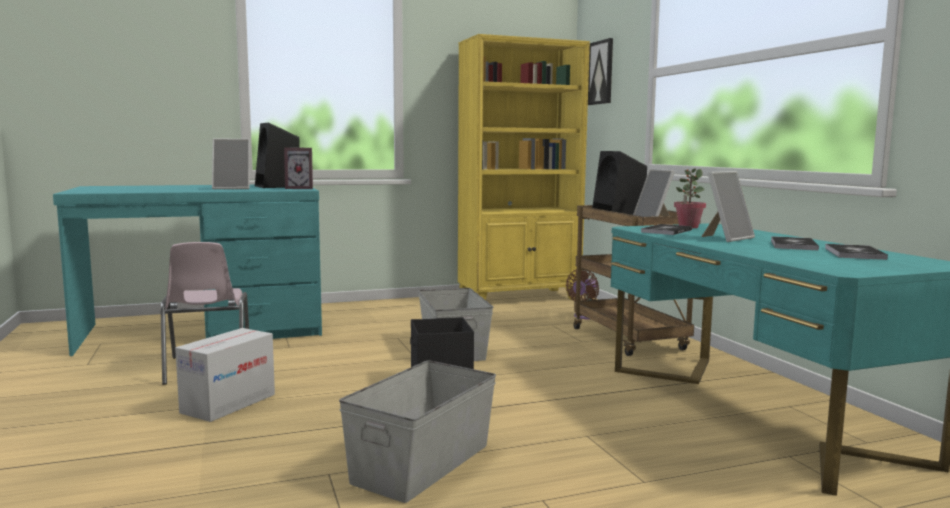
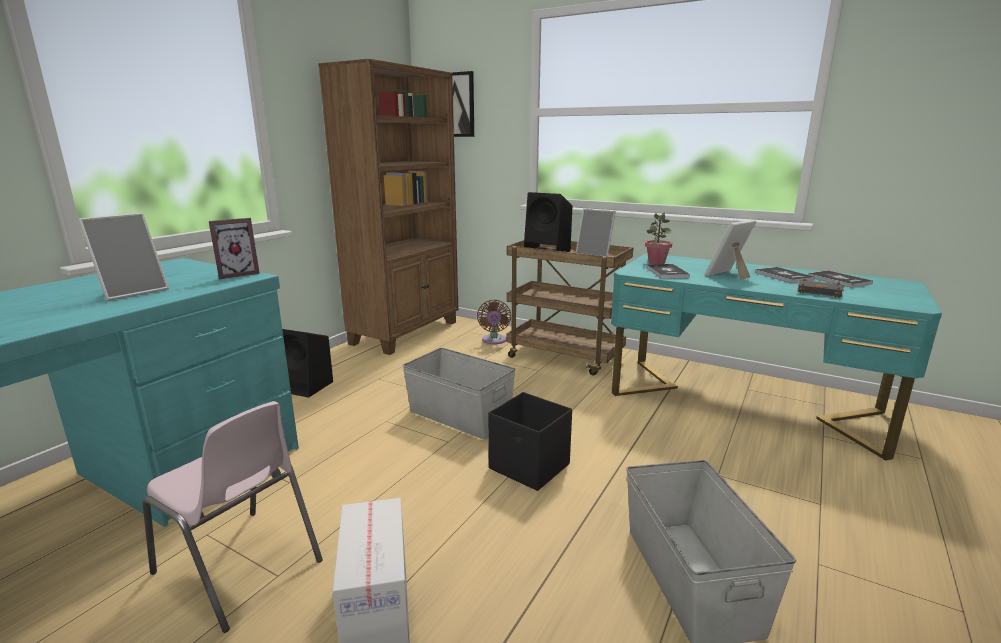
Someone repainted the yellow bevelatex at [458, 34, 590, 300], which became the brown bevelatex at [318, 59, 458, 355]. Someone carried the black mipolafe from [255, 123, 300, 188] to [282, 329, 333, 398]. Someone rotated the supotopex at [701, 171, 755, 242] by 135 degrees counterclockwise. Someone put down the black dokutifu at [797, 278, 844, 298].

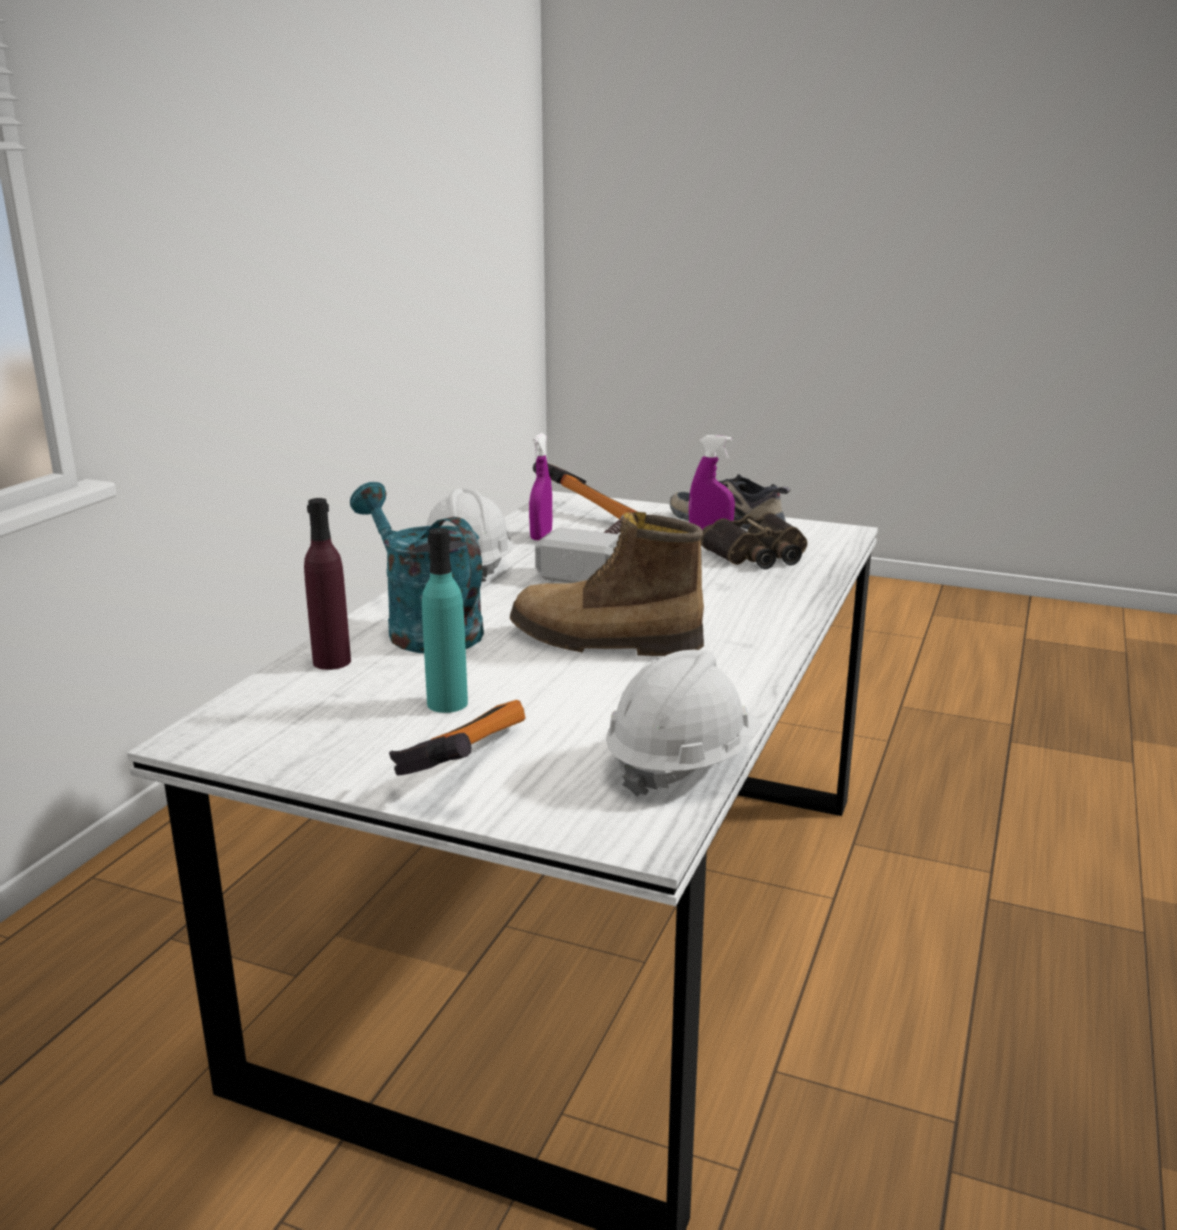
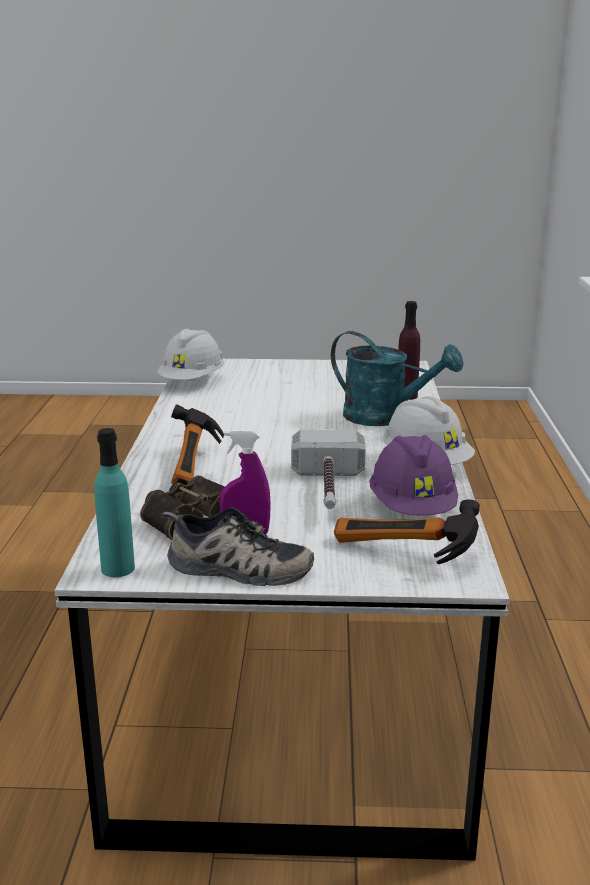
Someone swapped the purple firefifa at [529, 433, 552, 540] for the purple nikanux at [369, 435, 458, 515]. Someone took away the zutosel at [510, 512, 704, 656]. Someone carried the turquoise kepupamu from [422, 528, 468, 713] to [94, 428, 135, 577]. Someone carried the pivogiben from [389, 700, 525, 776] to [171, 404, 224, 485].

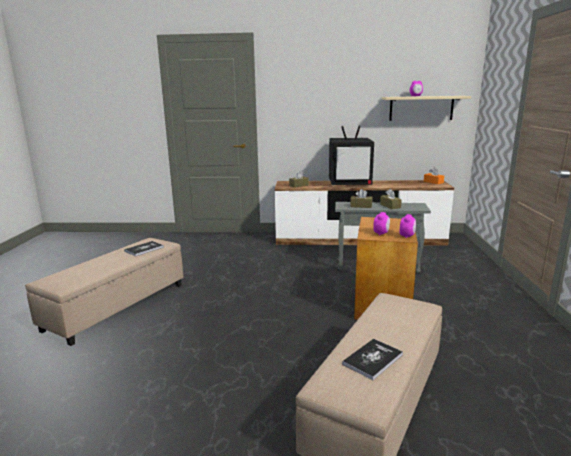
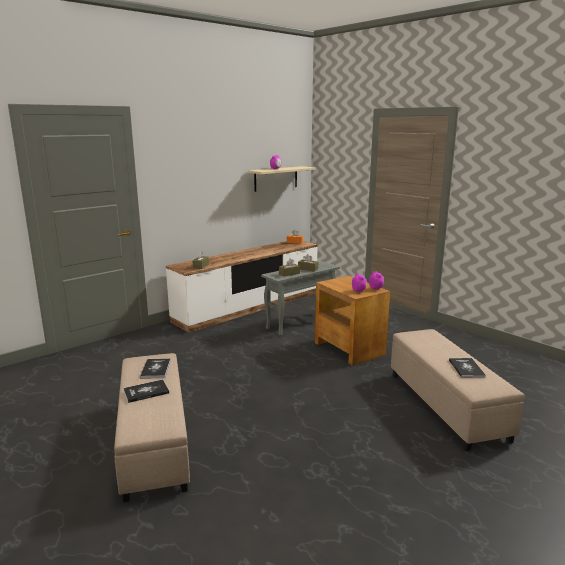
Someone took away the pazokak at [329, 126, 374, 185]. Someone put down the dokutifu at [123, 379, 169, 403].

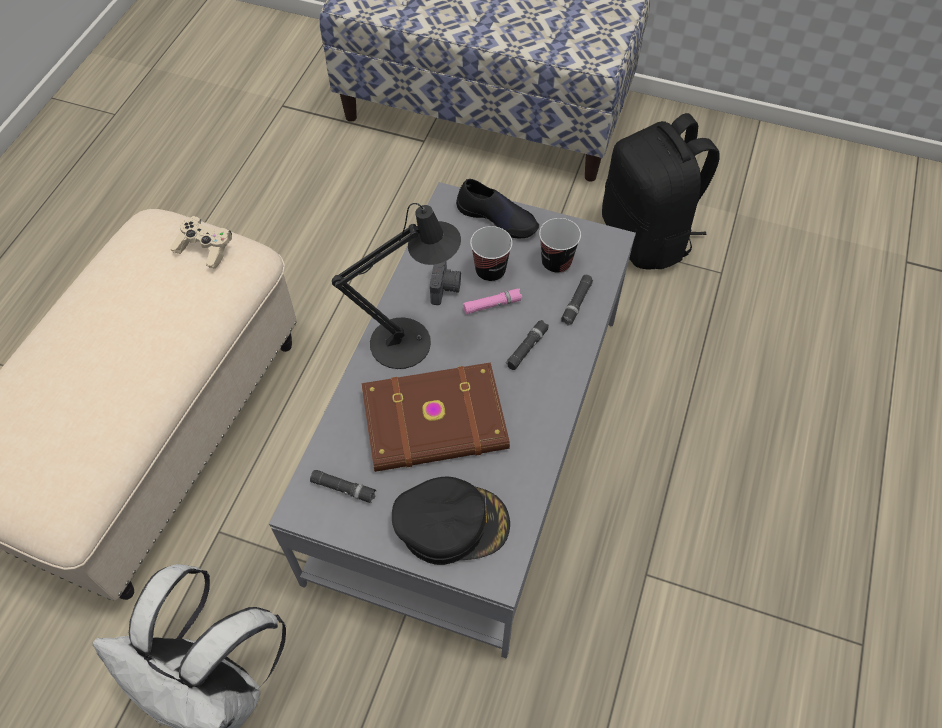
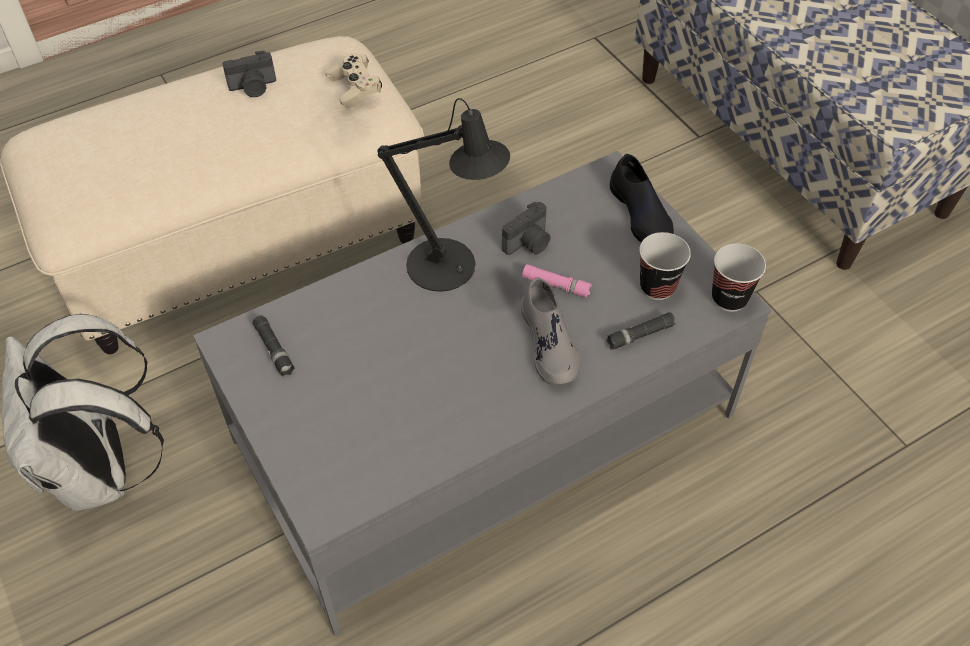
Someone took away the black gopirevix at [602, 113, 720, 269]. Someone carried the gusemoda from [470, 226, 512, 282] to [712, 243, 766, 312]. Someone swapped the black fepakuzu at [506, 320, 549, 370] for the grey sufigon at [521, 277, 580, 385]. Someone took away the brown dokutifu at [361, 362, 510, 472]. Someone took away the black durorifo at [392, 477, 510, 565]. Someone put down the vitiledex at [222, 51, 276, 97].

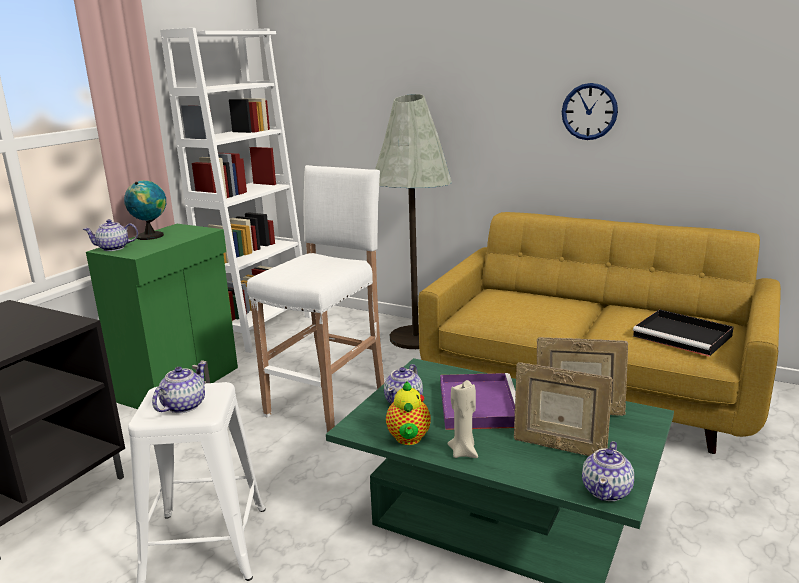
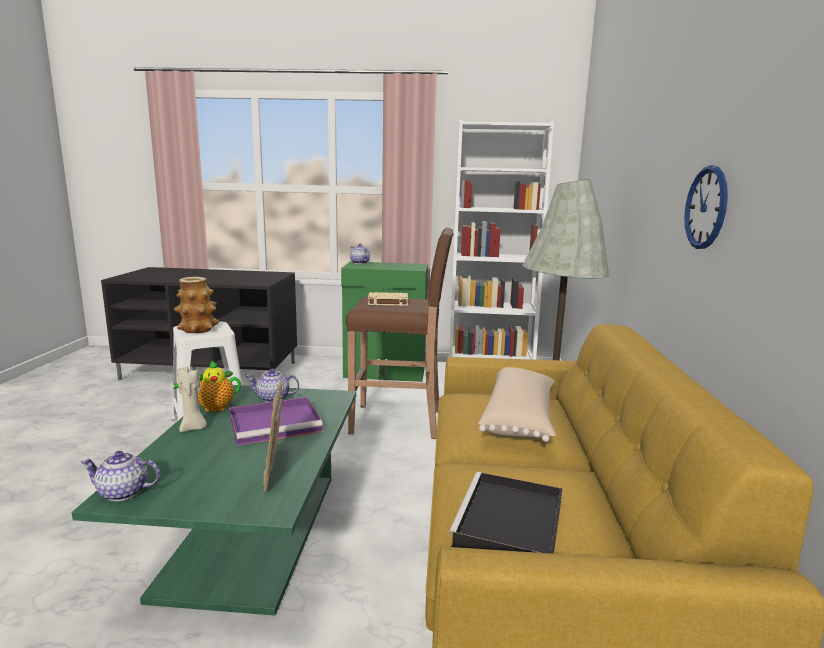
Someone repainted the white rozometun at [247, 165, 384, 433], which became the brown rozometun at [346, 228, 454, 439]. Someone took away the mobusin at [124, 180, 166, 240]. Someone swapped the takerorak at [152, 362, 206, 413] for the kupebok at [174, 277, 219, 333]. Someone took away the supotopex at [514, 362, 613, 456]. Someone put down the beige dokutifu at [368, 292, 408, 306]. Someone put down the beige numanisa at [478, 367, 556, 442].

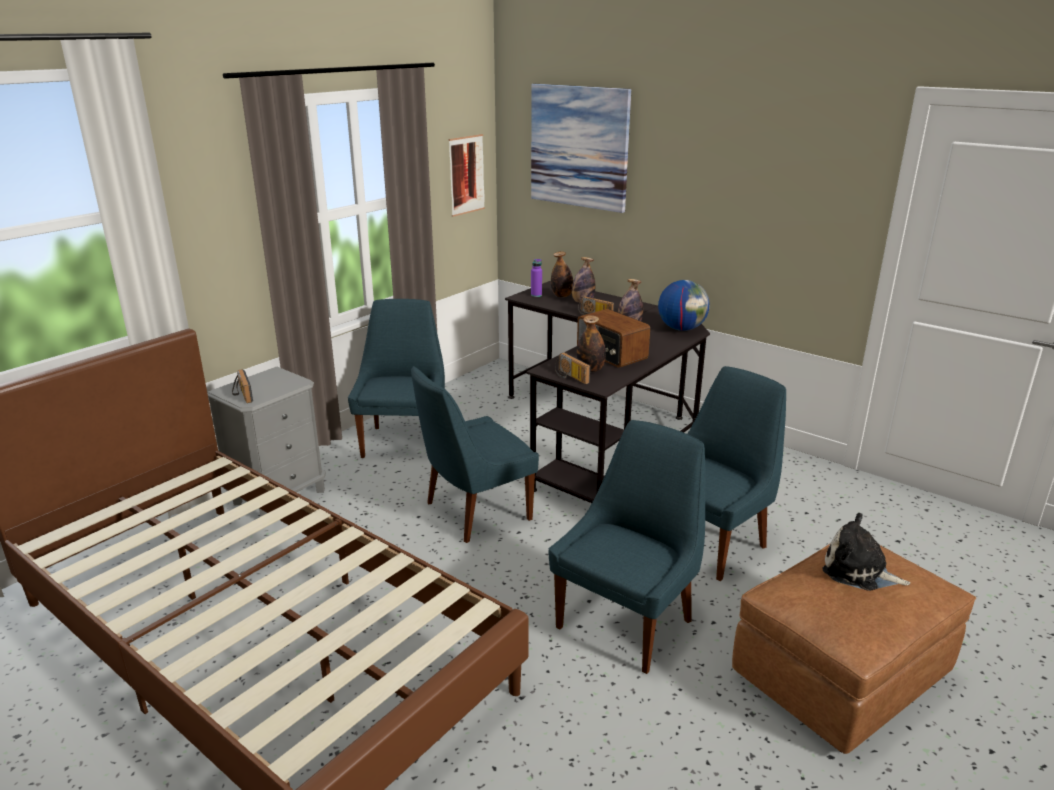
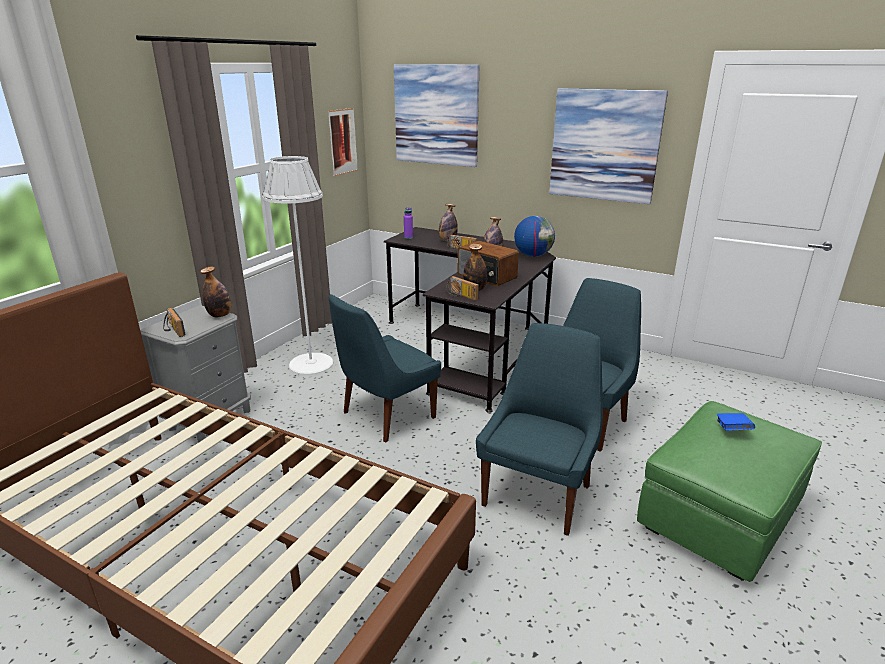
Someone carried the kepupamu from [551, 251, 573, 297] to [200, 267, 231, 317]. Someone swapped the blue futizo at [348, 299, 445, 458] for the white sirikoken at [262, 156, 334, 375]. Someone swapped the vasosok at [822, 513, 910, 591] for the blue dokutifu at [717, 413, 755, 431]. Someone repainted the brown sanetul at [732, 544, 976, 754], which became the green sanetul at [637, 401, 822, 582]. Someone put up the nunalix at [549, 88, 668, 204].

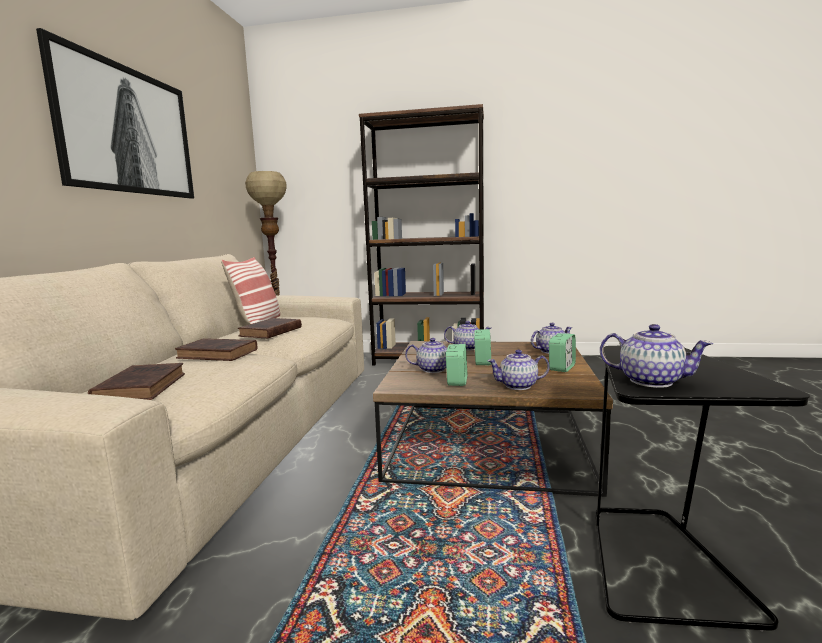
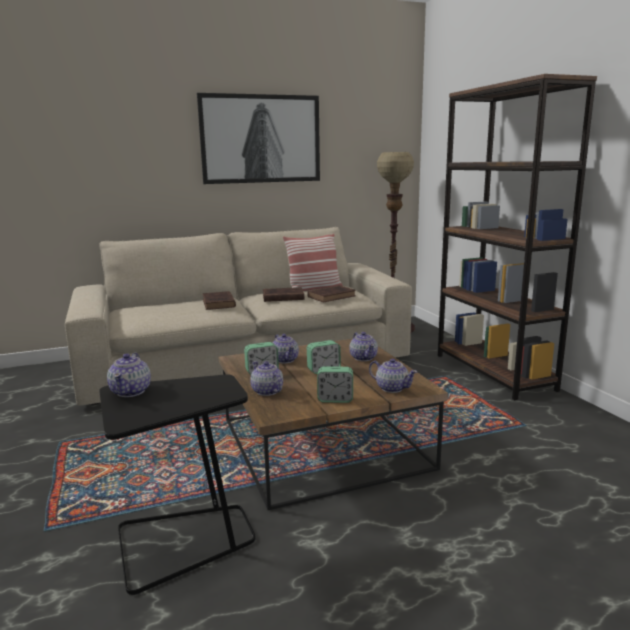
Someone carried the brown dokutifu from [88, 363, 185, 400] to [307, 285, 356, 302].

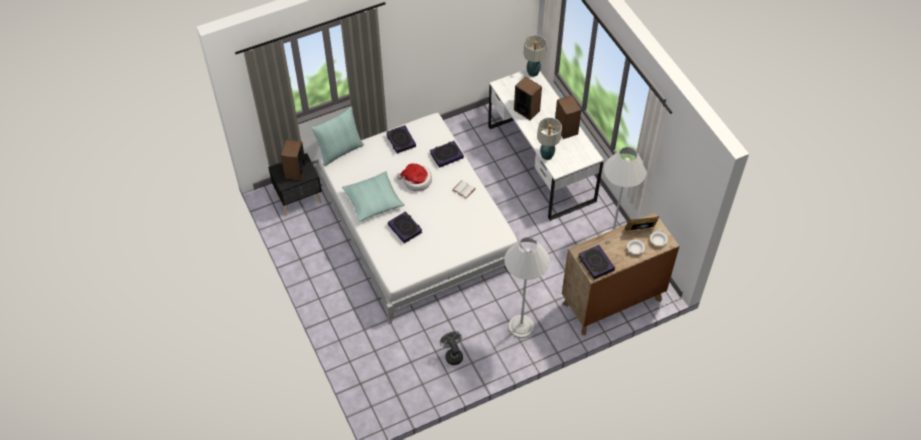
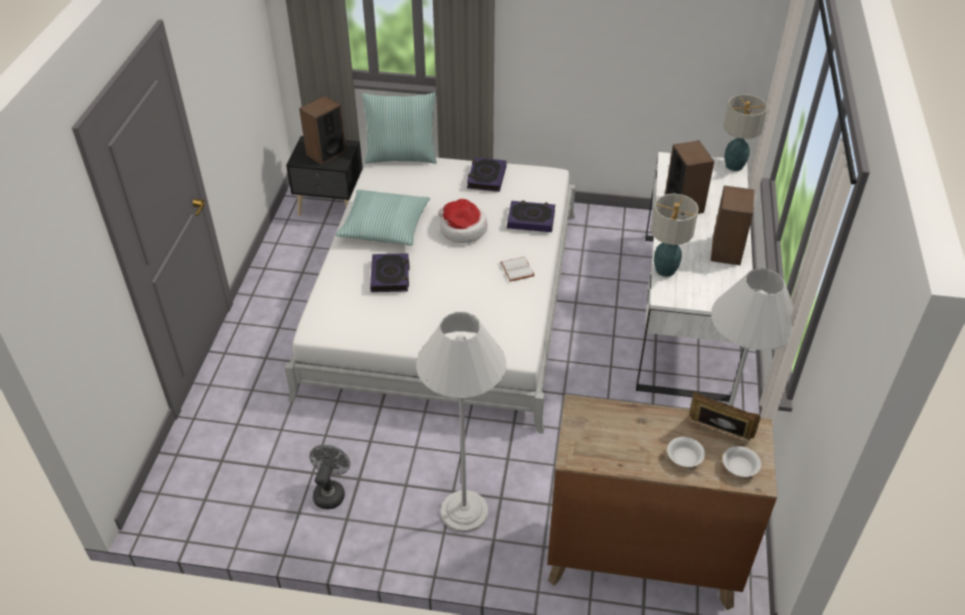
Someone took away the dokutifu at [578, 245, 615, 279].

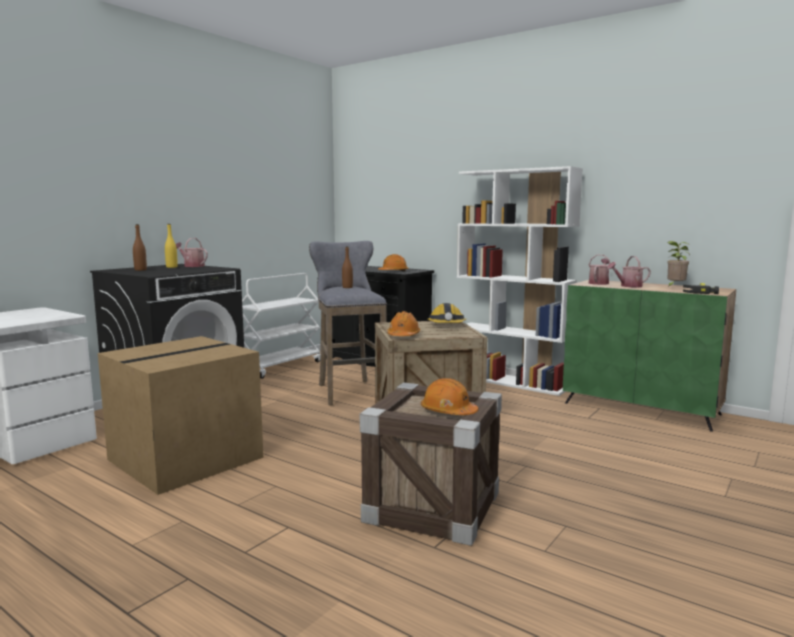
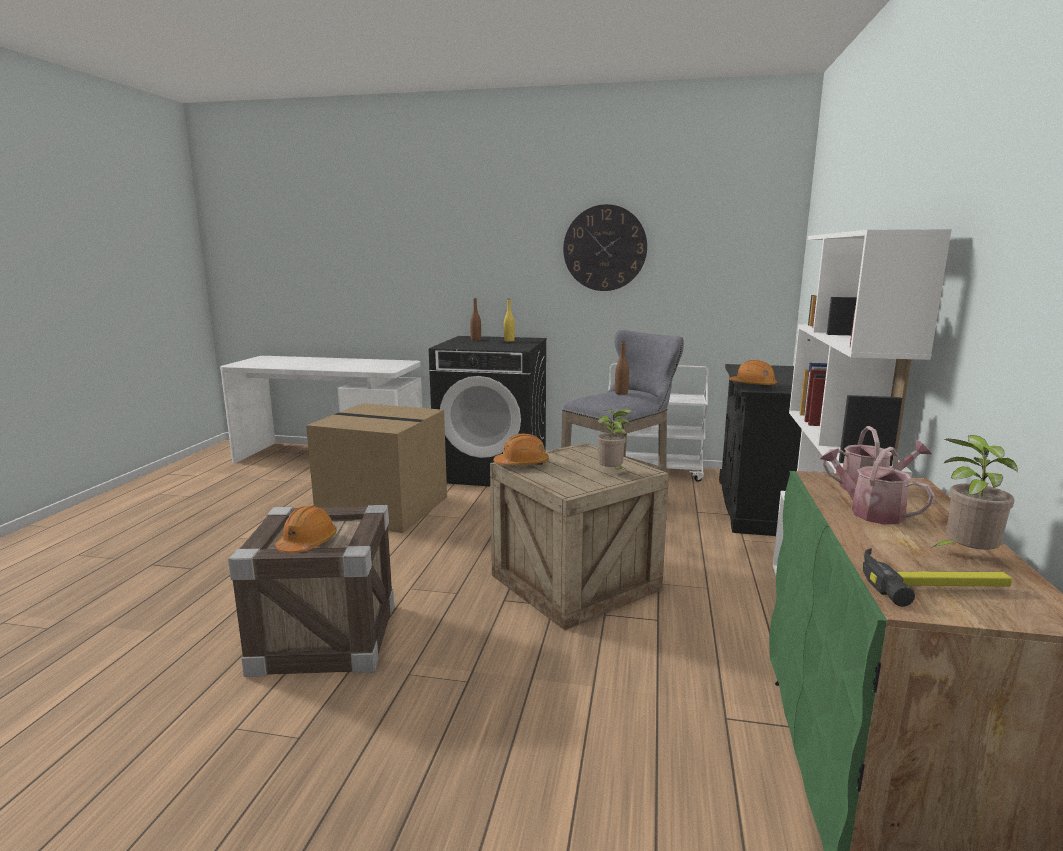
Someone took away the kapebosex at [176, 238, 208, 267]. Someone swapped the nikanux at [427, 303, 466, 323] for the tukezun at [597, 409, 633, 469]. Someone put up the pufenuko at [563, 204, 647, 291].

